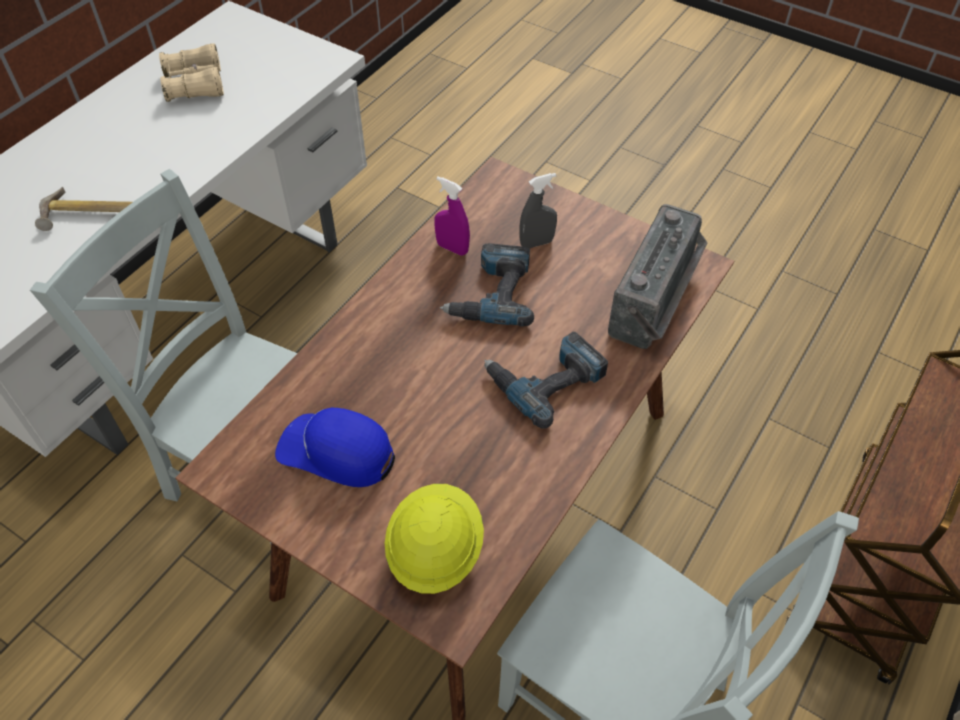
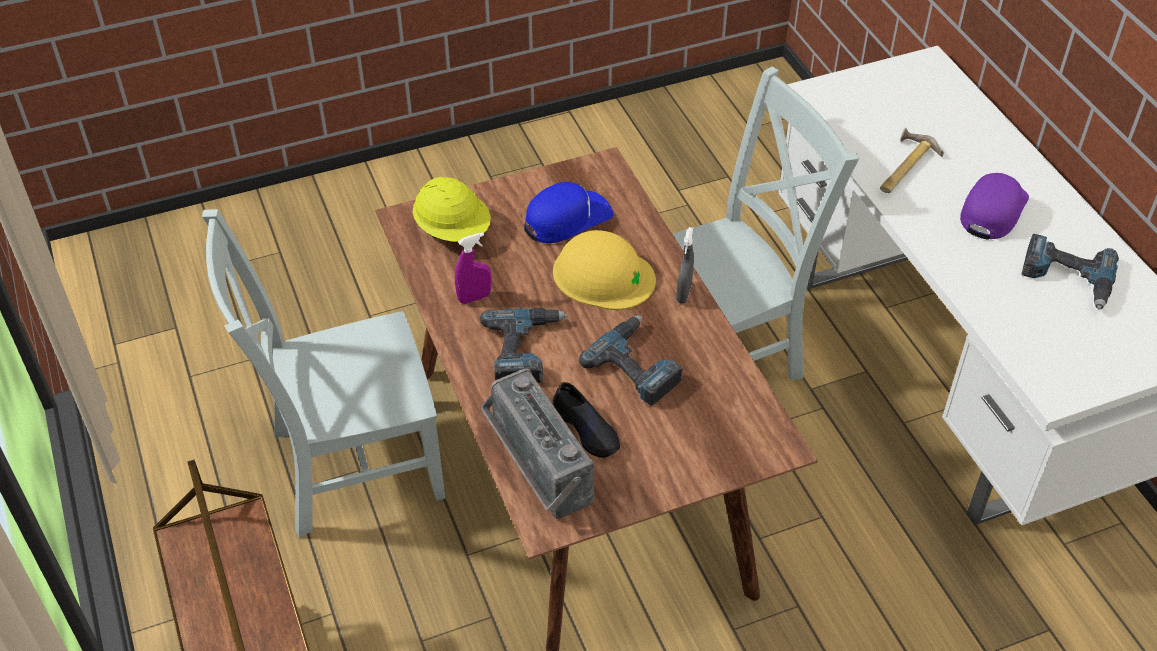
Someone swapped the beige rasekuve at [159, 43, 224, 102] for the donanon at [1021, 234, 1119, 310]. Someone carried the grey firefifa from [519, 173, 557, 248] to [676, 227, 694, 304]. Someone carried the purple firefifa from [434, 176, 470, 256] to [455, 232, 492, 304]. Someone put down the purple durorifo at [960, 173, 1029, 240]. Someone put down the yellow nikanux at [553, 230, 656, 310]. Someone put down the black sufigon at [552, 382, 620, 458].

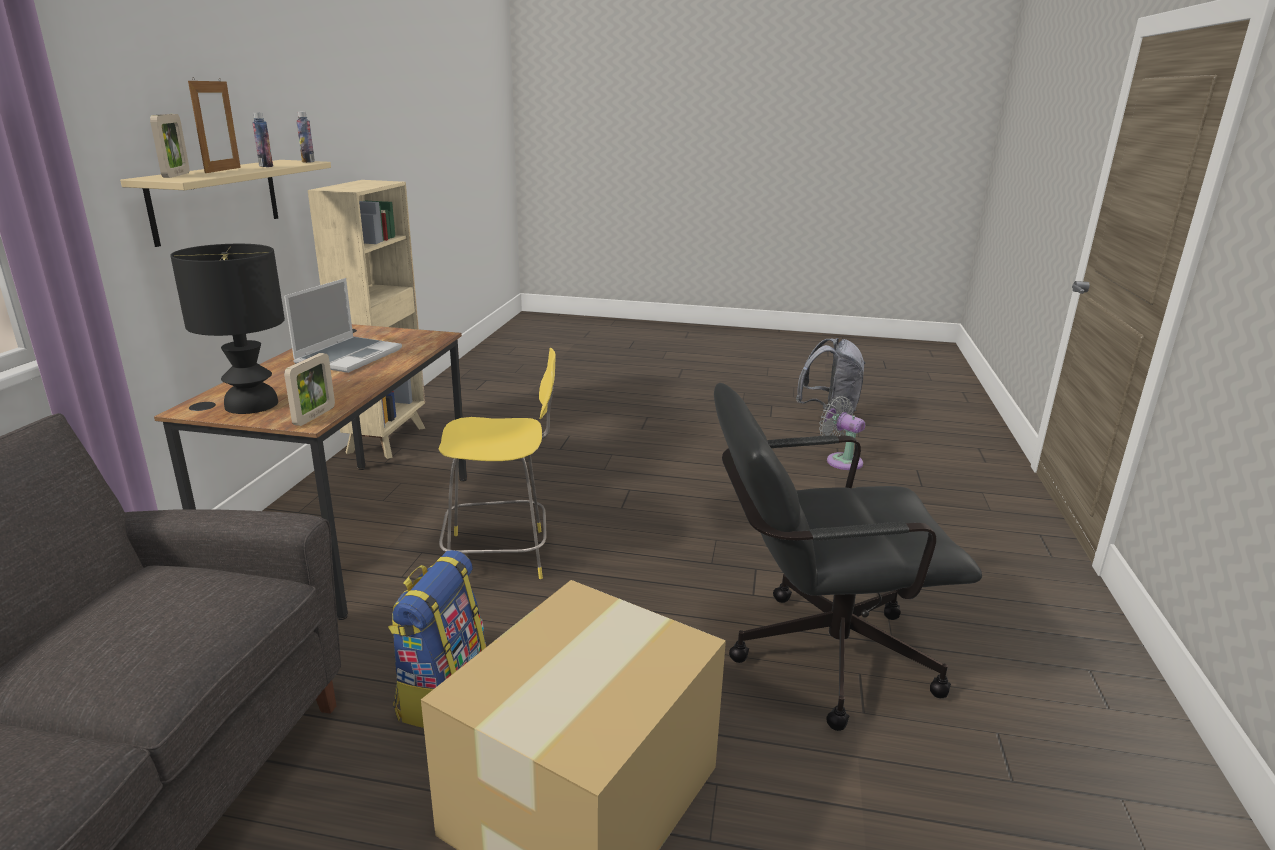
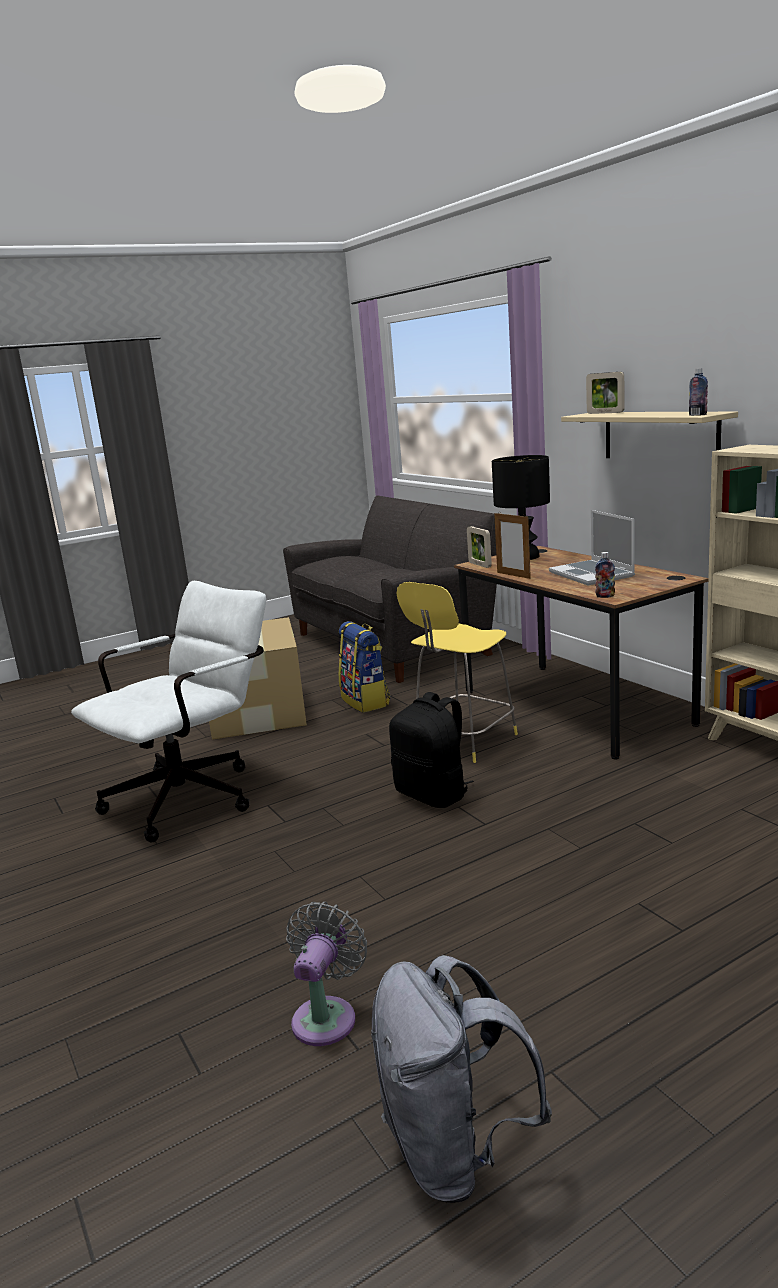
Someone carried the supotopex from [188, 78, 241, 173] to [494, 511, 531, 579]. Someone carried the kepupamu from [252, 113, 273, 167] to [595, 552, 615, 598]. Someone repainted the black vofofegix at [714, 383, 982, 731], which became the white vofofegix at [71, 581, 266, 843]. Someone rotated the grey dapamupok at [819, 396, 865, 470] by 75 degrees counterclockwise. Someone put down the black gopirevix at [389, 692, 474, 808].

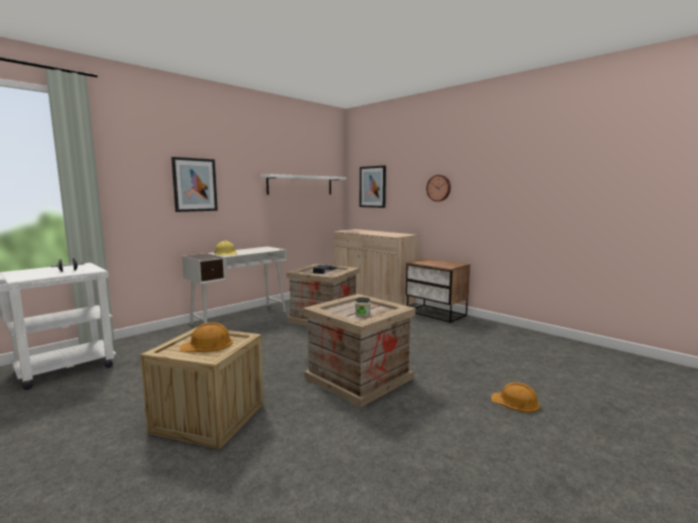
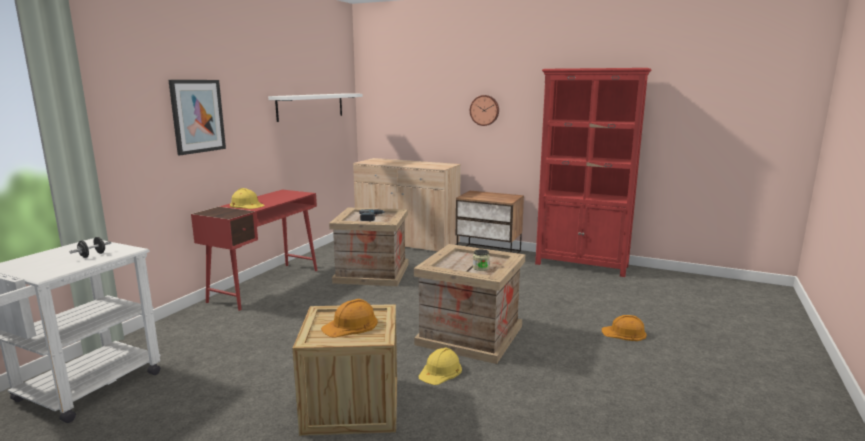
Someone took away the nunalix at [360, 165, 386, 208]. Someone repainted the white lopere at [182, 246, 287, 325], which became the red lopere at [191, 190, 317, 311]. Someone put down the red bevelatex at [535, 68, 651, 277]. Someone put down the yellow nikanux at [418, 348, 462, 385].

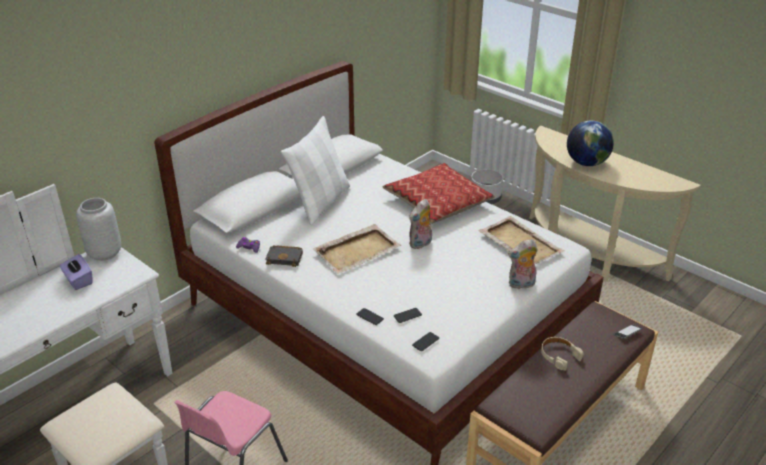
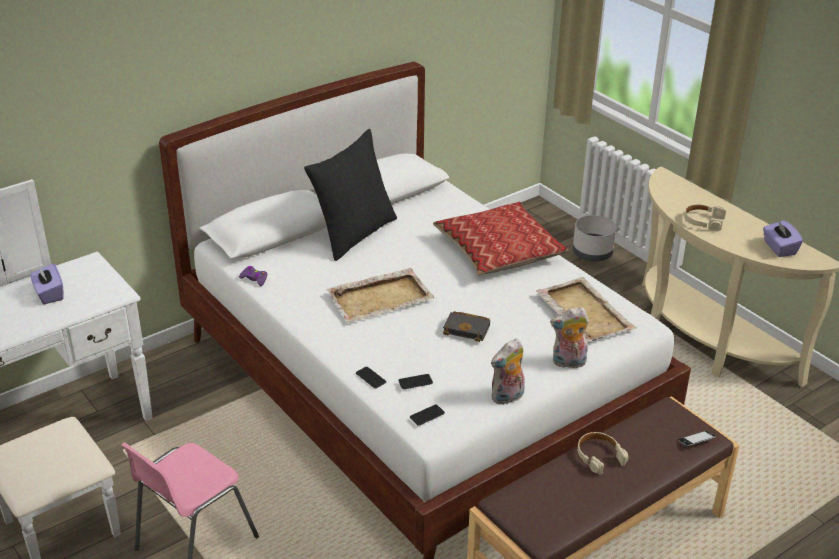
Someone repainted the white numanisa at [281, 116, 350, 225], which became the black numanisa at [304, 129, 397, 261]. Someone swapped the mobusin at [567, 121, 614, 166] for the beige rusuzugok at [684, 204, 726, 231]. Someone took away the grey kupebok at [76, 198, 121, 261]. Someone carried the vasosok from [409, 199, 432, 249] to [491, 338, 525, 405]. Someone carried the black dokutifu from [265, 245, 303, 267] to [443, 311, 490, 342]. Someone put down the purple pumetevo at [763, 220, 803, 257].

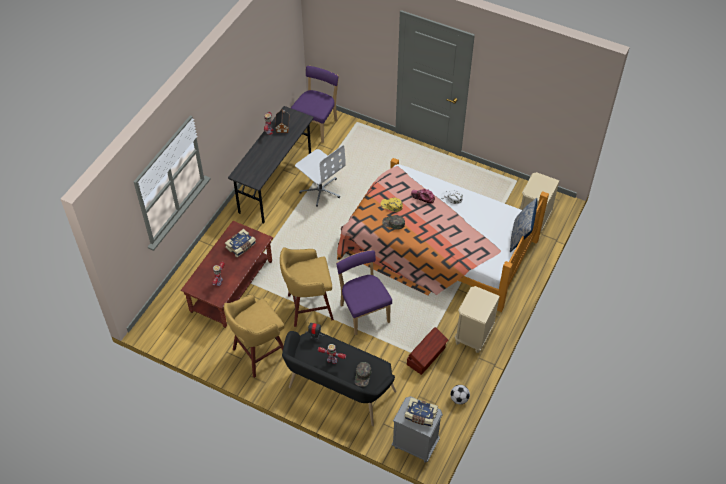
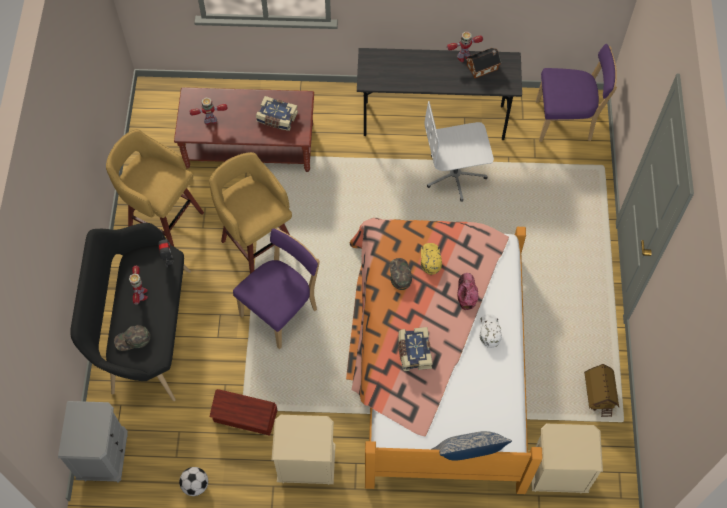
Someone rotated the white vofofegix at [295, 145, 346, 207] by 60 degrees clockwise. Someone carried the dokutifu from [404, 398, 438, 427] to [398, 327, 433, 371]. Someone put down the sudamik at [584, 364, 619, 417].

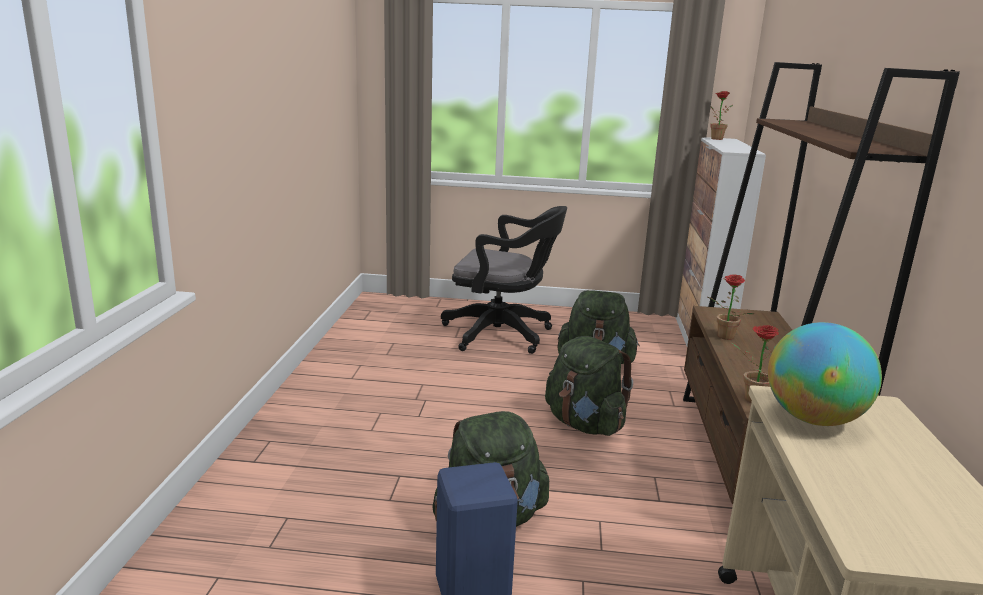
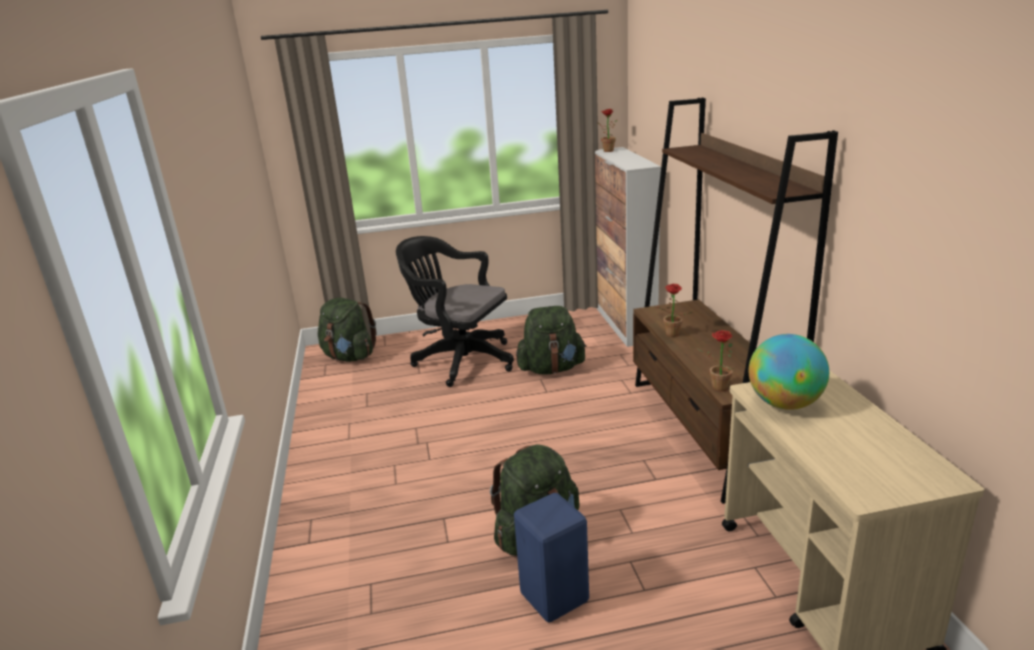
Someone rotated the black vofofegix at [441, 206, 567, 354] by 150 degrees counterclockwise. Someone carried the green gopirevix from [545, 336, 633, 436] to [318, 298, 377, 362].

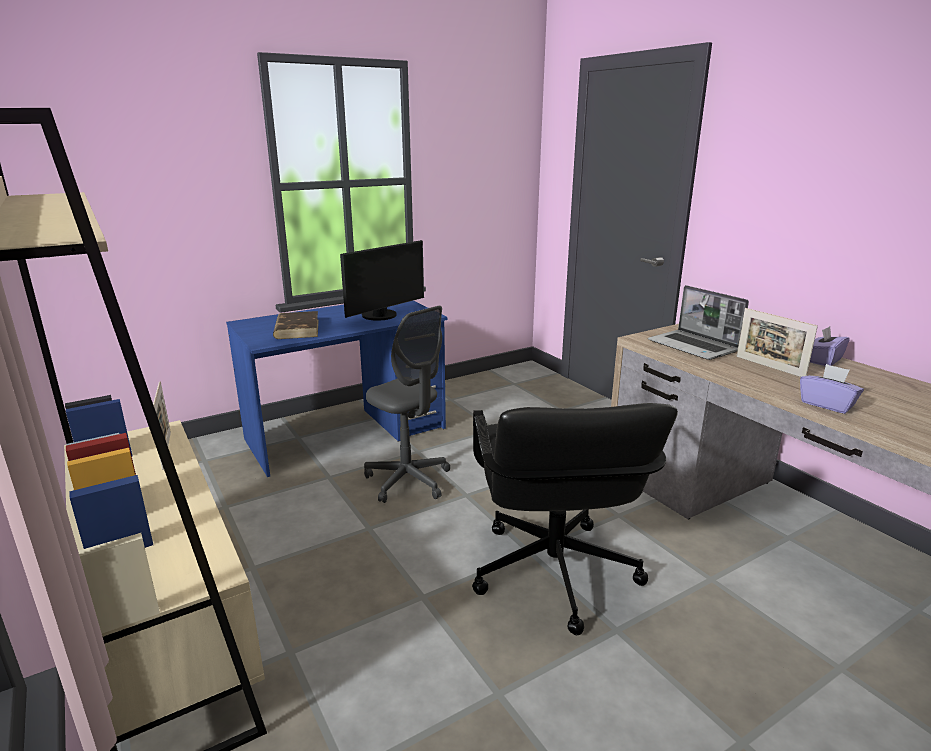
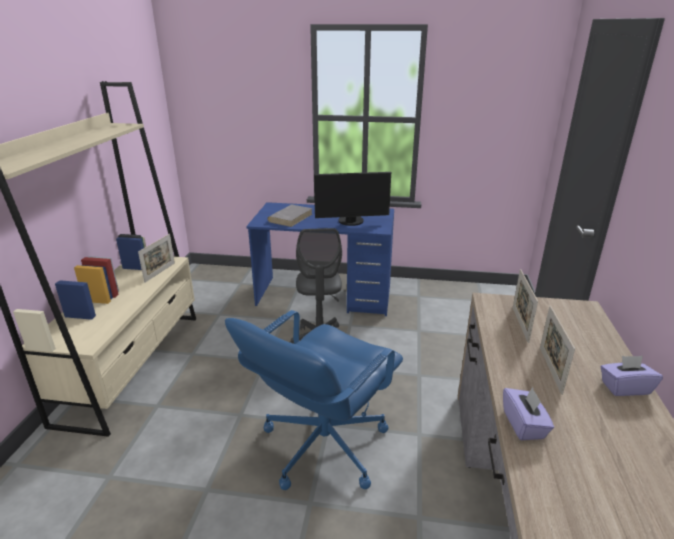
Someone swapped the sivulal at [648, 285, 749, 360] for the supotopex at [513, 269, 538, 343]. Someone repainted the brown dokutifu at [273, 311, 319, 339], which became the grey dokutifu at [267, 205, 313, 227]. Someone repainted the black vofofegix at [472, 403, 678, 635], which became the blue vofofegix at [225, 310, 403, 490].

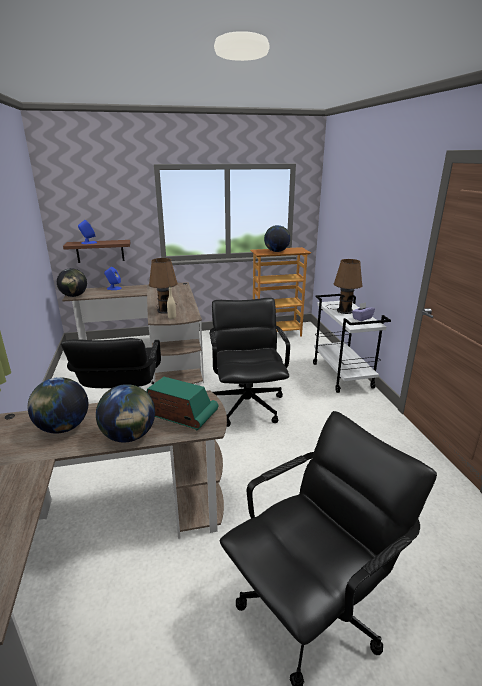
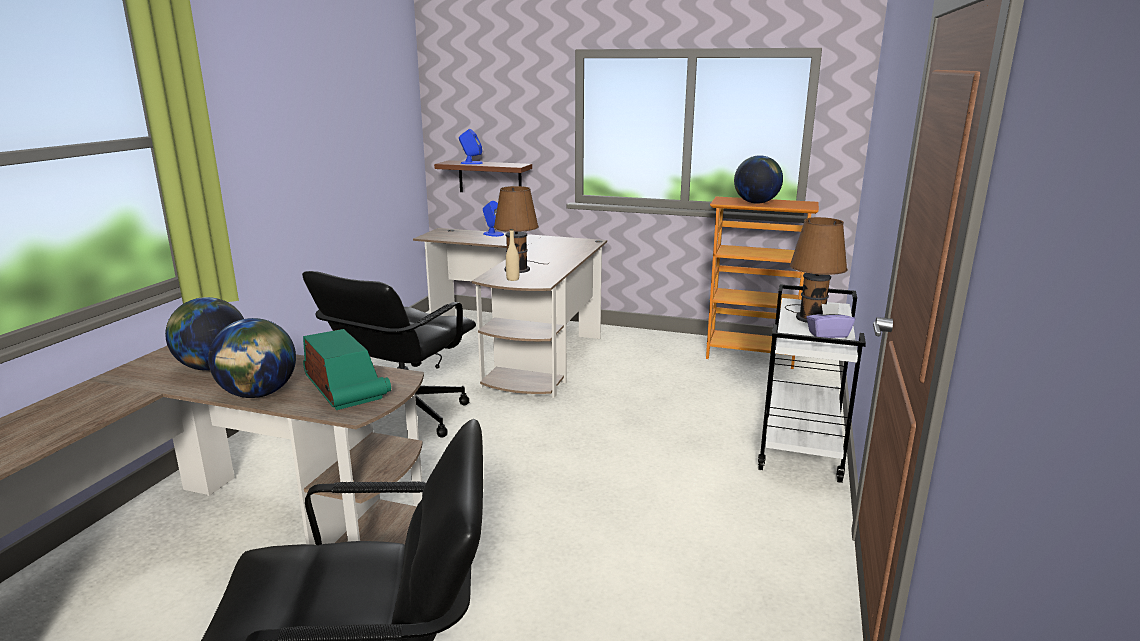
Someone took away the mobusin at [57, 268, 87, 297]. Someone took away the black vofofegix at [210, 298, 290, 427].

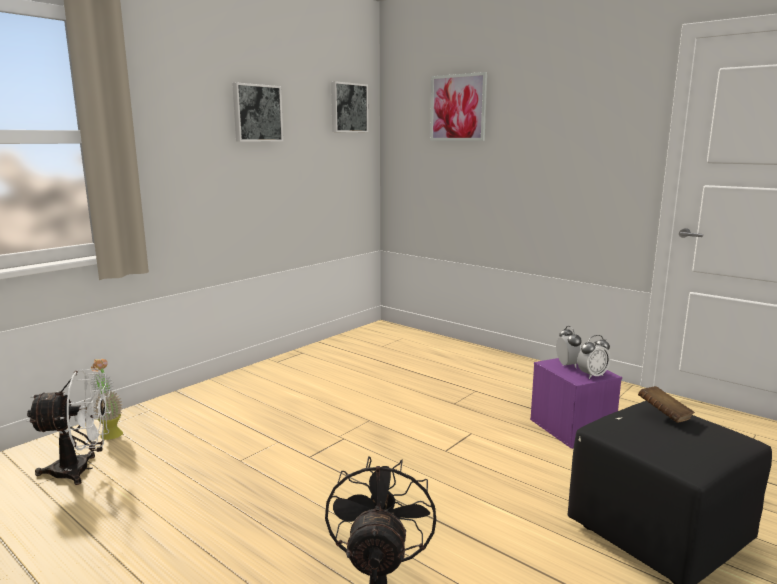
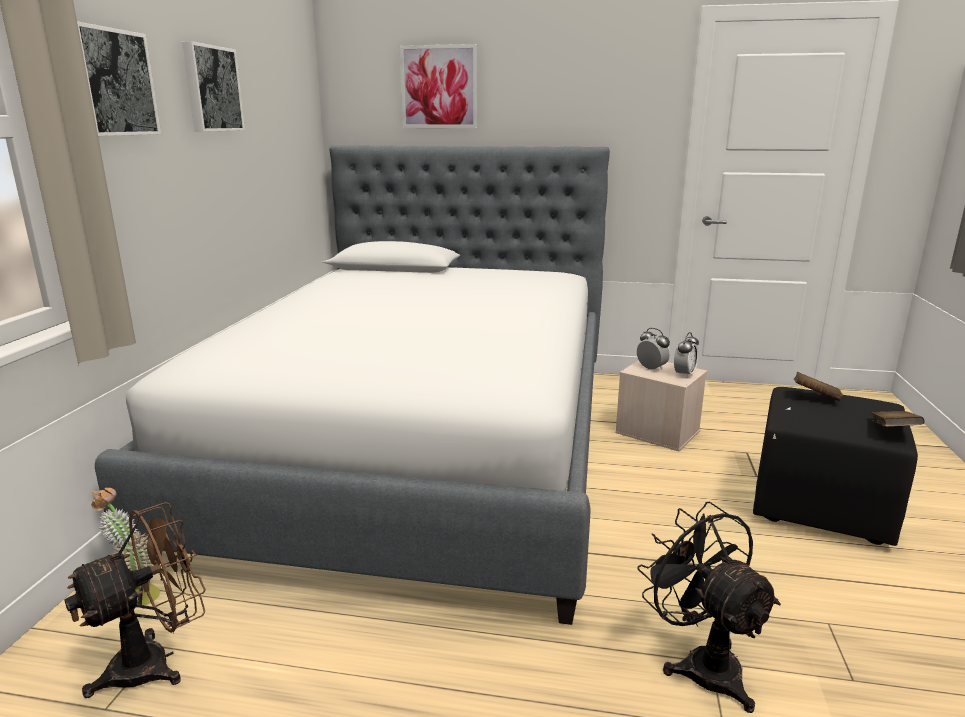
Someone carried the nunalix from [331, 81, 368, 132] to [77, 21, 161, 136]. Someone repainted the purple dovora at [530, 358, 622, 449], which became the beige dovora at [615, 360, 707, 451]. Someone repainted the white dapamupok at [27, 369, 111, 485], which became the brown dapamupok at [64, 502, 206, 698]. Someone put down the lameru at [95, 145, 610, 625]. Someone put down the brown dokutifu at [871, 411, 925, 427].

